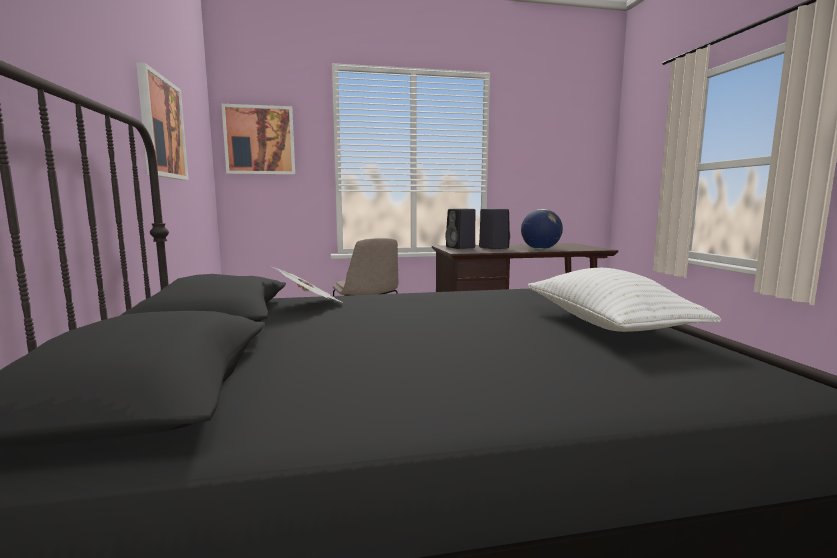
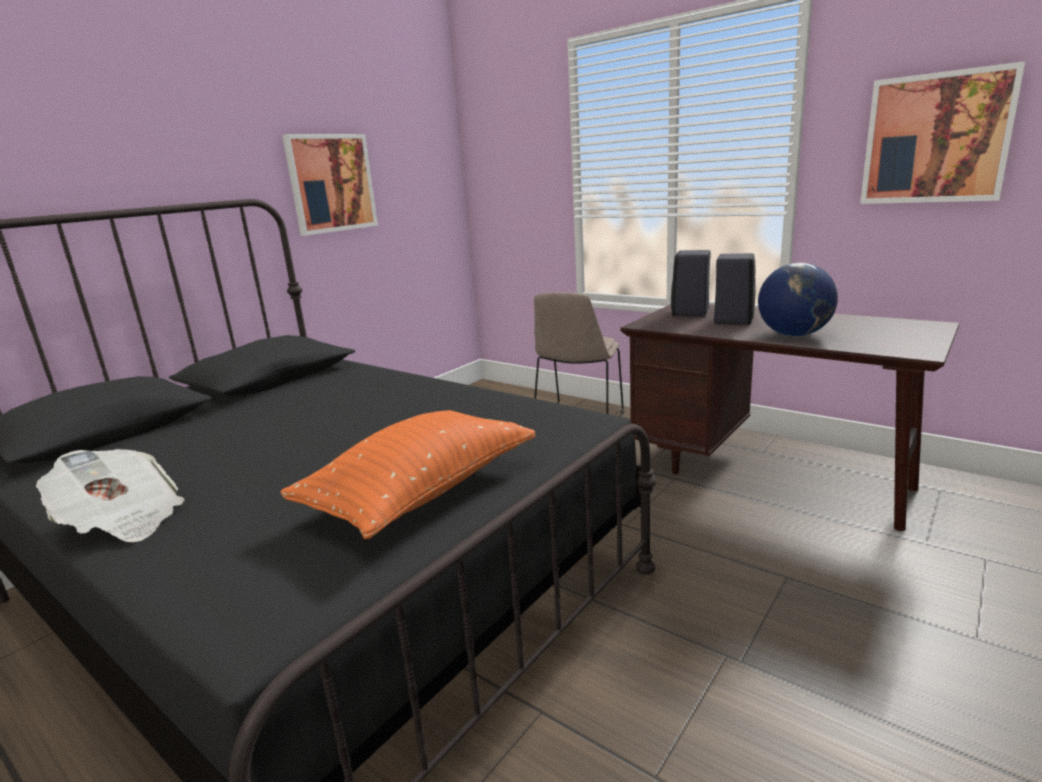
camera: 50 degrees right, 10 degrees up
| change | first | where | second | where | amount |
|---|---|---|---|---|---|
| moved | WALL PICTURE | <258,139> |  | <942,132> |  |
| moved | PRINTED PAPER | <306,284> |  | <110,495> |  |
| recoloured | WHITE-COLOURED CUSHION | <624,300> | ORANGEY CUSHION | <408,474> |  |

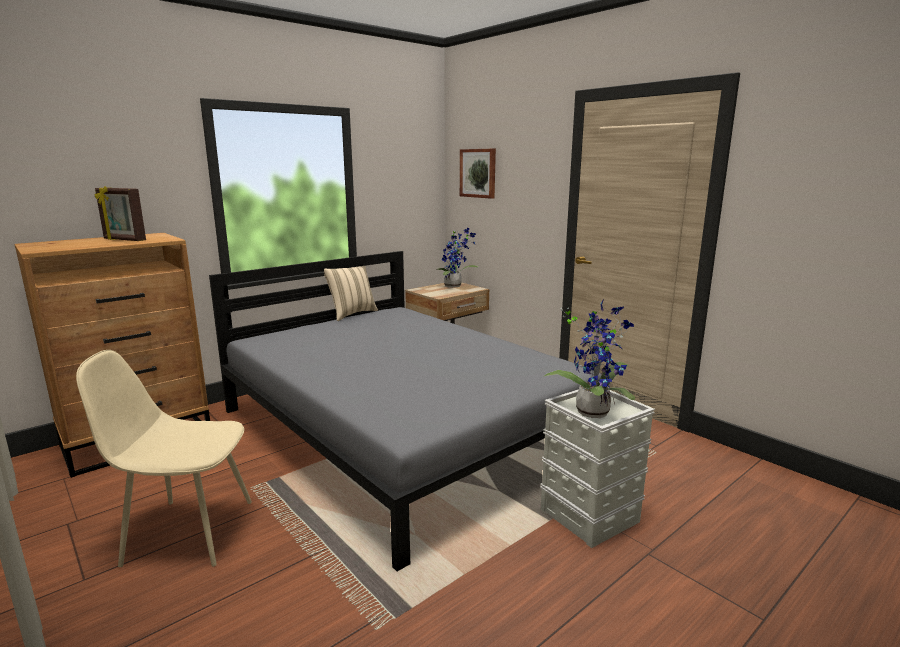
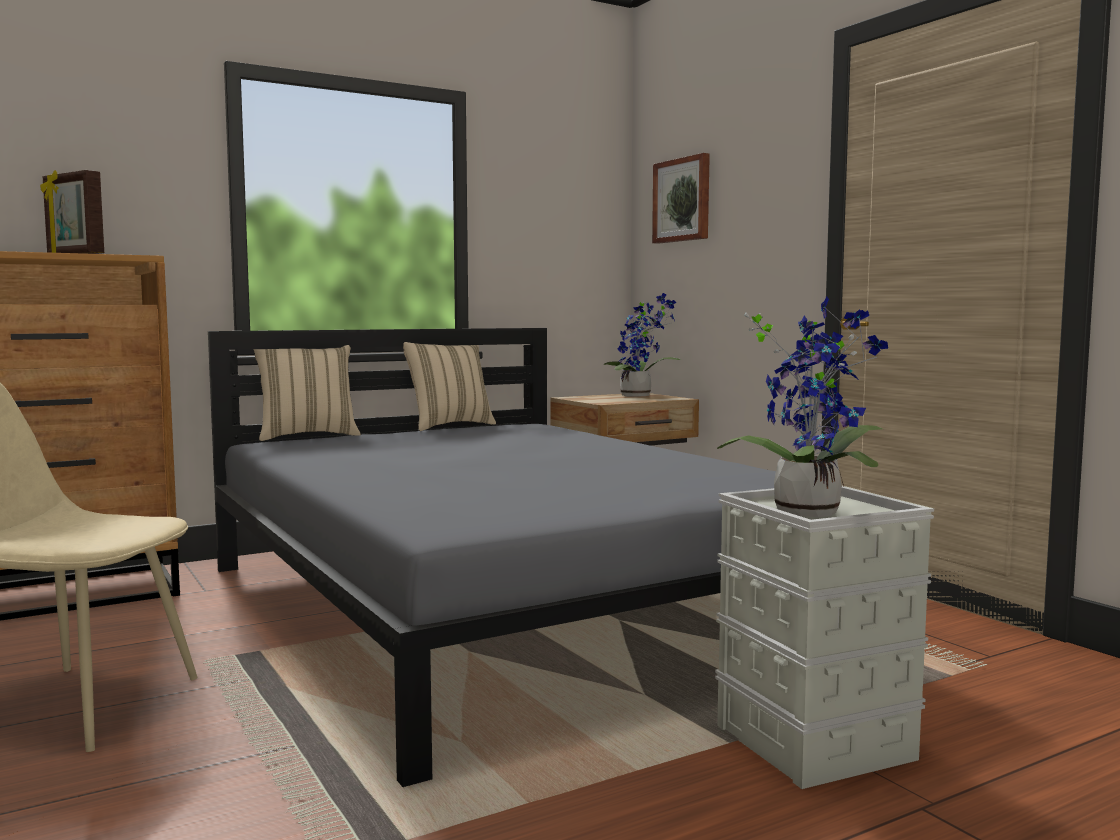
camera: 10 degrees right, 10 degrees down
| change | first | where | second | where | amount |
|---|---|---|---|---|---|
| added |  |  | SAND-COLOURED CUSHION | <307,393> |  |

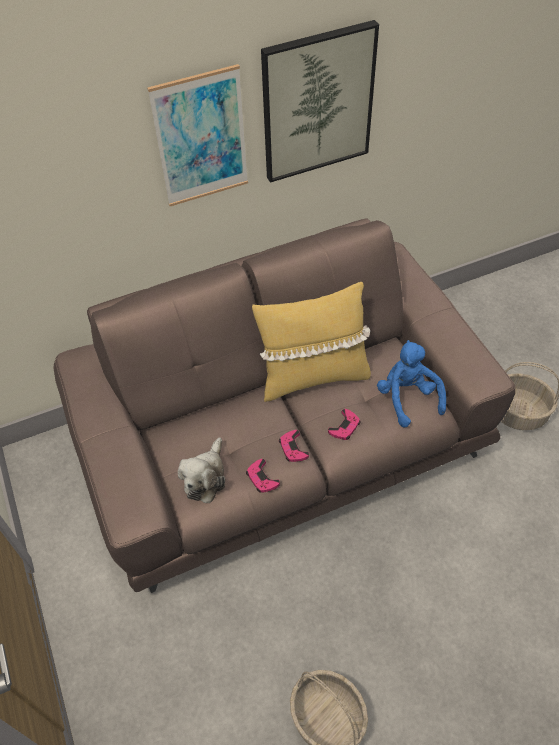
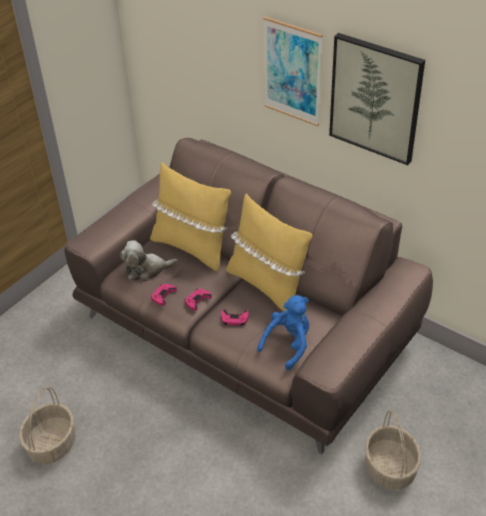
camera: 60 degrees right, 10 degrees down
| change | first | where | second | where | amount |
|---|---|---|---|---|---|
| added |  |  | YELLOWISH CUSHION | <190,217> |  |

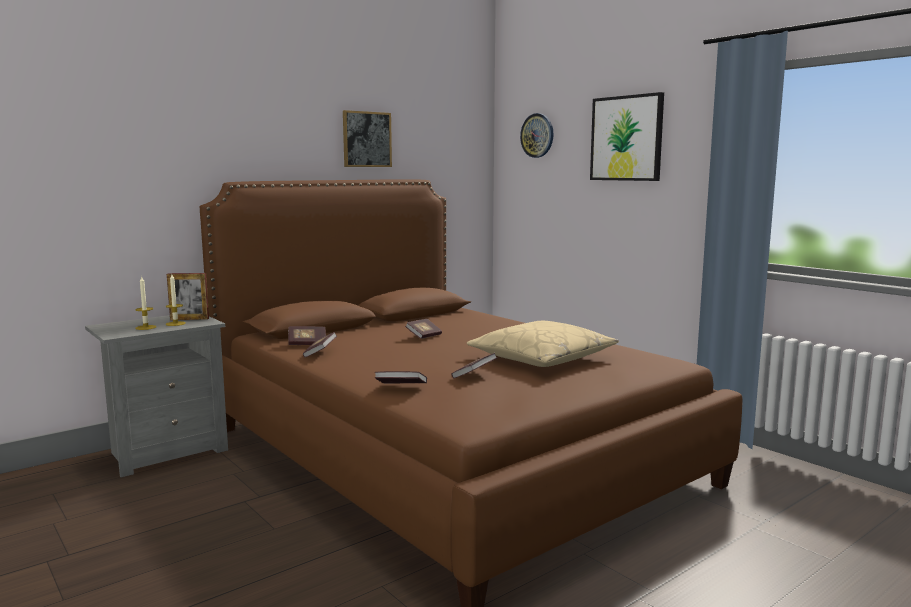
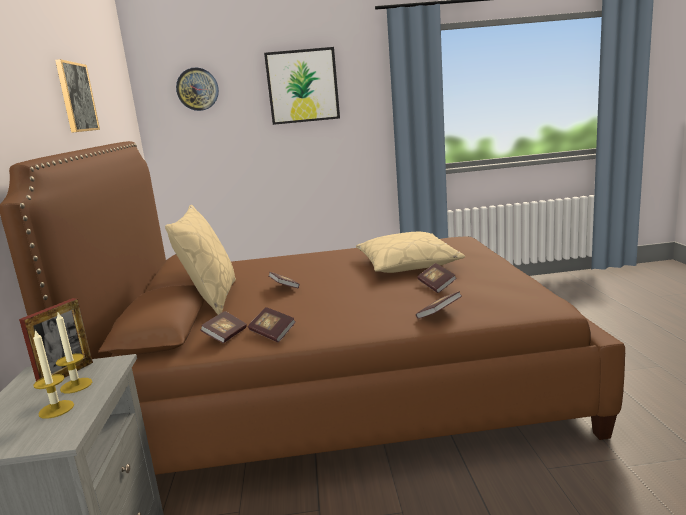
camera: 55 degrees left, 5 degrees up
| change | first | where | second | where | amount |
|---|---|---|---|---|---|
| added |  |  | SAND-COLOURED CUSHION | <200,260> |  |

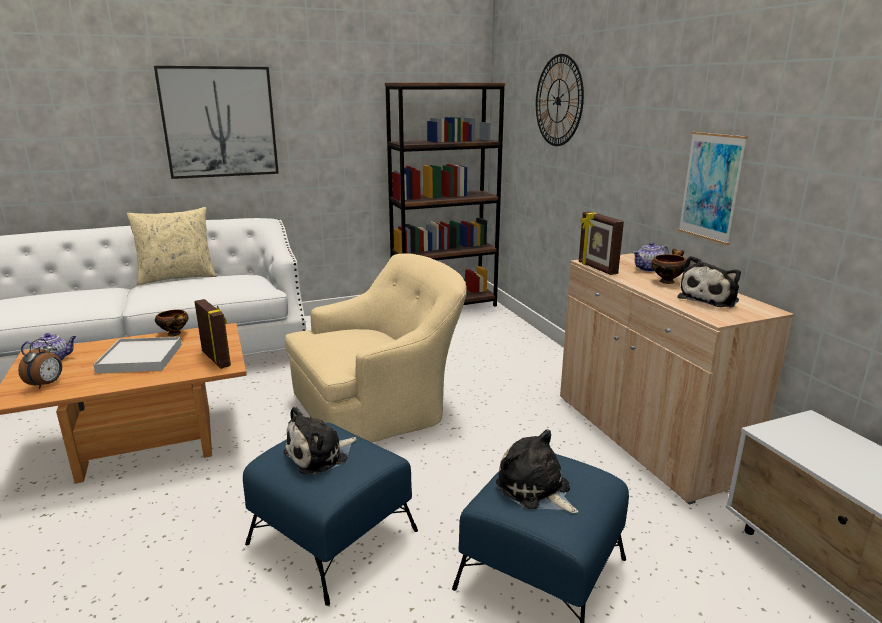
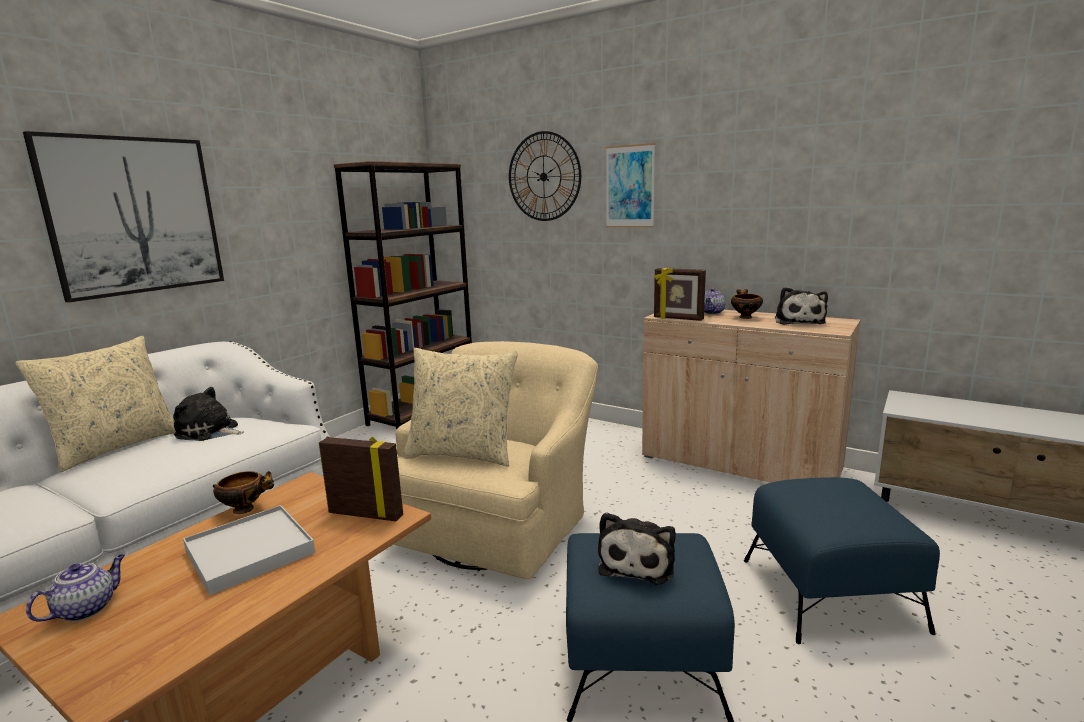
camera: 35 degrees left, 5 degrees down
| change | first | where | second | where | amount |
|---|---|---|---|---|---|
| removed | TABLE CLOCK | <40,364> |  |  |  |
| added |  |  | SAND-COLOURED CUSHION | <460,407> |  |
| moved | PLUSH TOY | <537,471> |  | <208,414> |  |
| moved | WALL PICTURE | <713,188> |  | <630,185> |  |

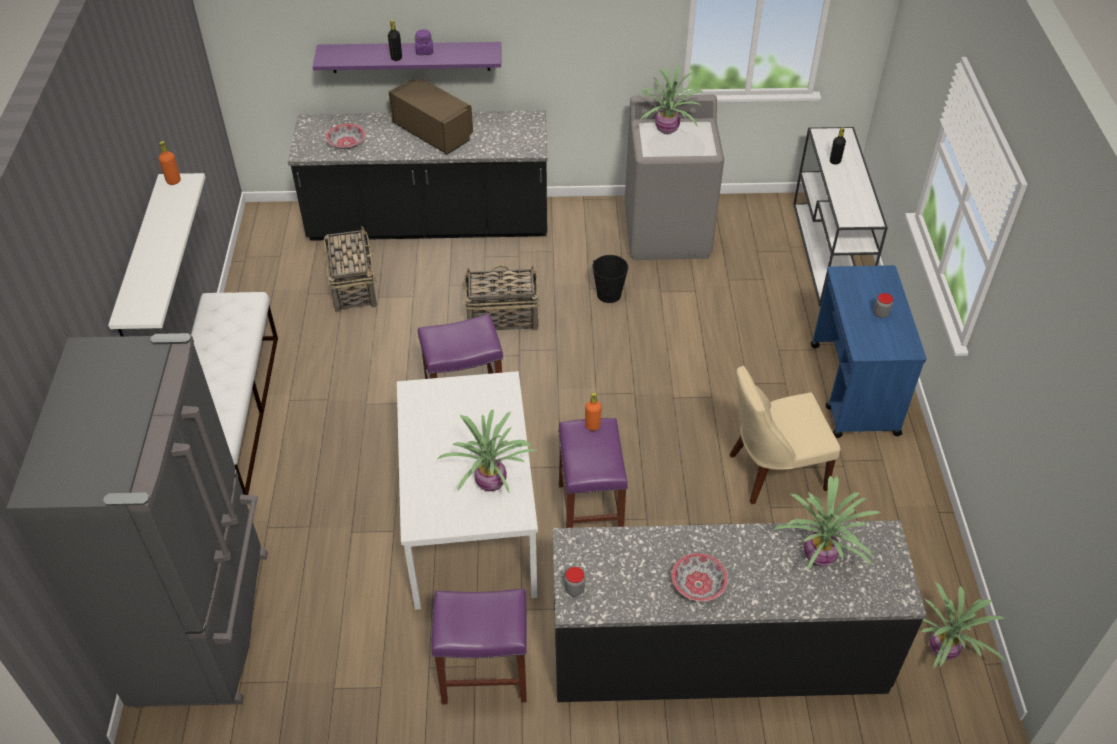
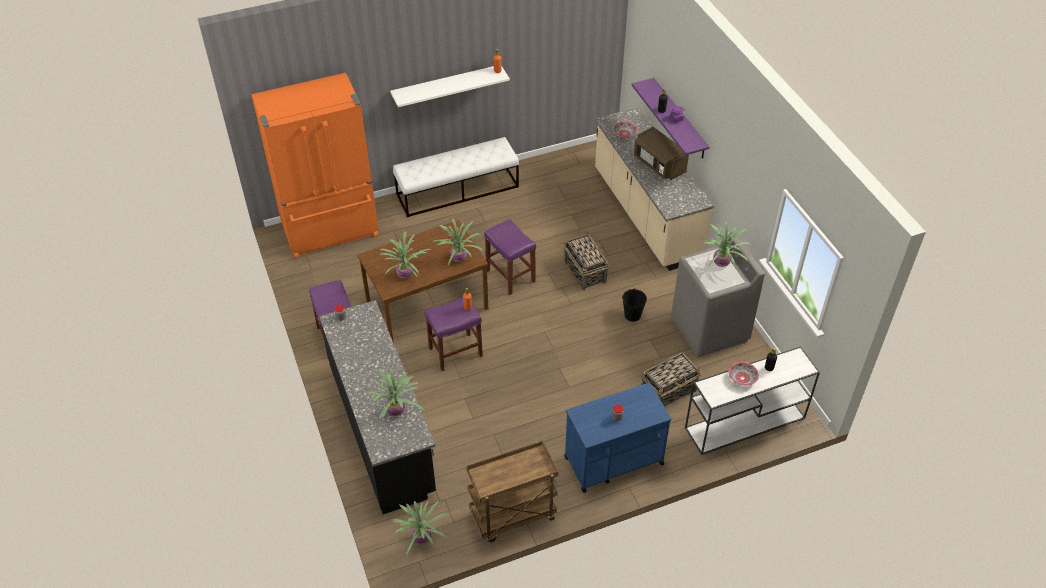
camera: 70 degrees right, 0 degrees up
| change | first | where | second | where | amount |
|---|---|---|---|---|---|
| removed | SAND-COLOURED UPRIGHT CHAIR | <784,435> |  |  |  |
| added |  |  | PLANT IN A POT | <457,242> |  |
| added |  |  | BROWNISH WHEELED CART | <512,491> |  |
| moved | BASKET | <350,269> |  | <671,379> |  |
| moved | BOWL | <700,577> |  | <743,374> |  |
| recoloured | GRAY REFRIGERATOR | <137,520> | ORANGEY REFRIGERATOR | <315,166> |  |
| recoloured | BLACK KITCHEN BASE UNIT | <417,176> | SAND-COLOURED KITCHEN BASE UNIT | <654,189> |  |
| recoloured | WHITE-COLOURED DINNER TABLE | <467,490> | BROWNISH DINNER TABLE | <422,281> |  |
| turned | BROWNISH MICROWAVE | <431,116> |  | <661,153> | 120 degrees clockwise |

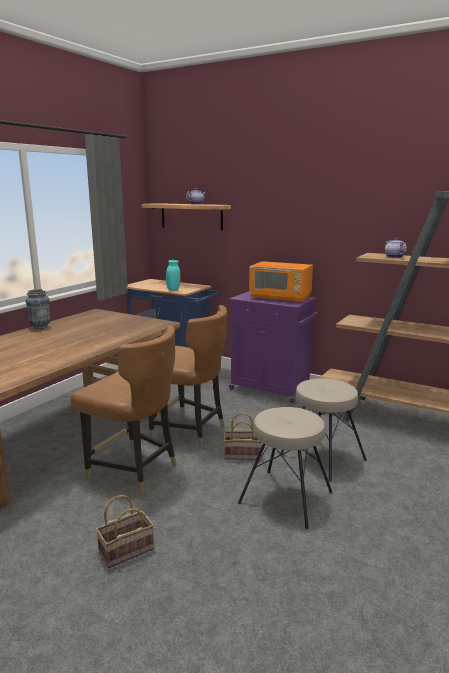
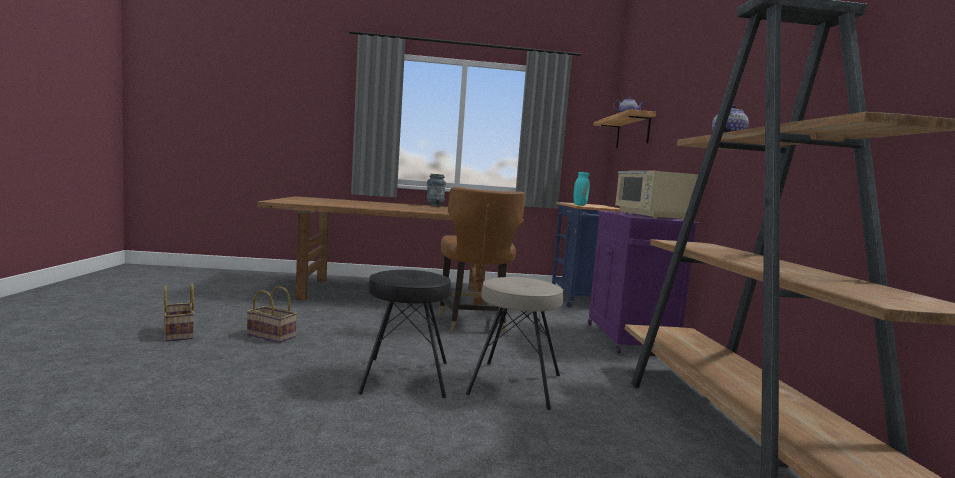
camera: 55 degrees right, 10 degrees down
| change | first | where | second | where | amount |
|---|---|---|---|---|---|
| removed | BROWNISH UPRIGHT CHAIR | <123,410> |  |  |  |
| moved | BASKET | <242,436> |  | <178,313> |  |
| recoloured | SAND-COLOURED SITTING STOOL | <285,468> | BLACK SITTING STOOL | <404,334> |  |
| recoloured | ORANGEY MICROWAVE | <281,282> | SAND-COLOURED MICROWAVE | <657,195> |  |

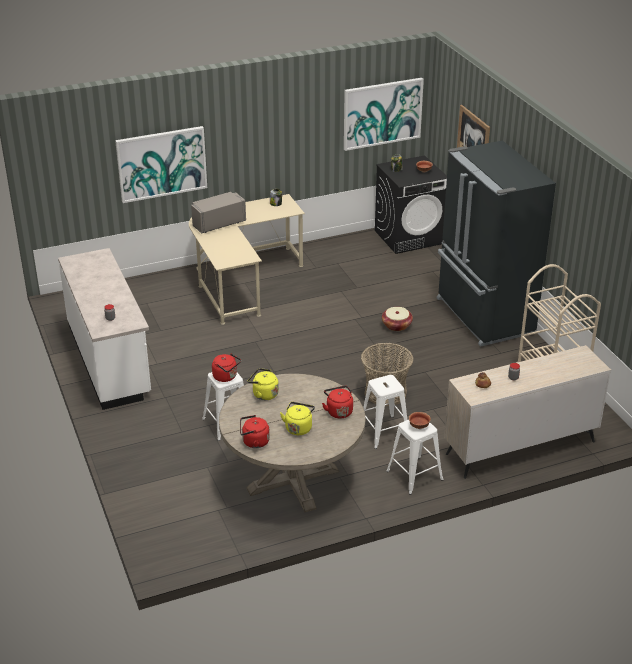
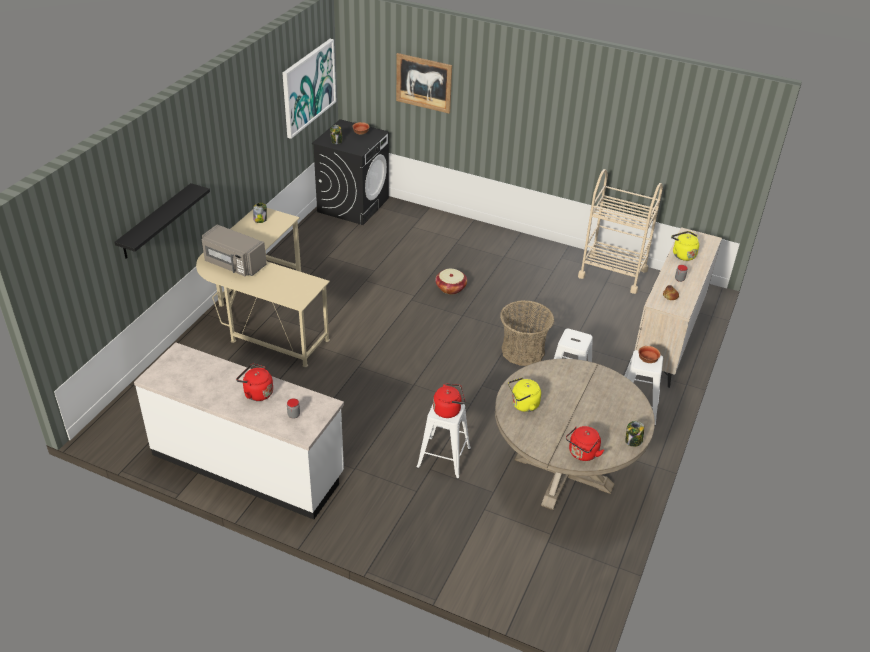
camera: 45 degrees left, 5 degrees up
| change | first | where | second | where | amount |
|---|---|---|---|---|---|
| removed | BLACK REFRIGERATOR | <496,244> |  |  |  |
| added |  |  | STORAGE JAR | <634,434> |  |
| moved | YELLOWISH TEA KETTLE | <297,418> |  | <685,246> |  |
| moved | RED-COLOURED TEA KETTLE | <337,402> |  | <254,382> |  |
| replaced | WALL PICTURE | <161,164> | BLACK SHELF | <162,221> |  |
| turned | GRAY MICROWAVE | <218,213> |  | <234,250> | 75 degrees counterclockwise |

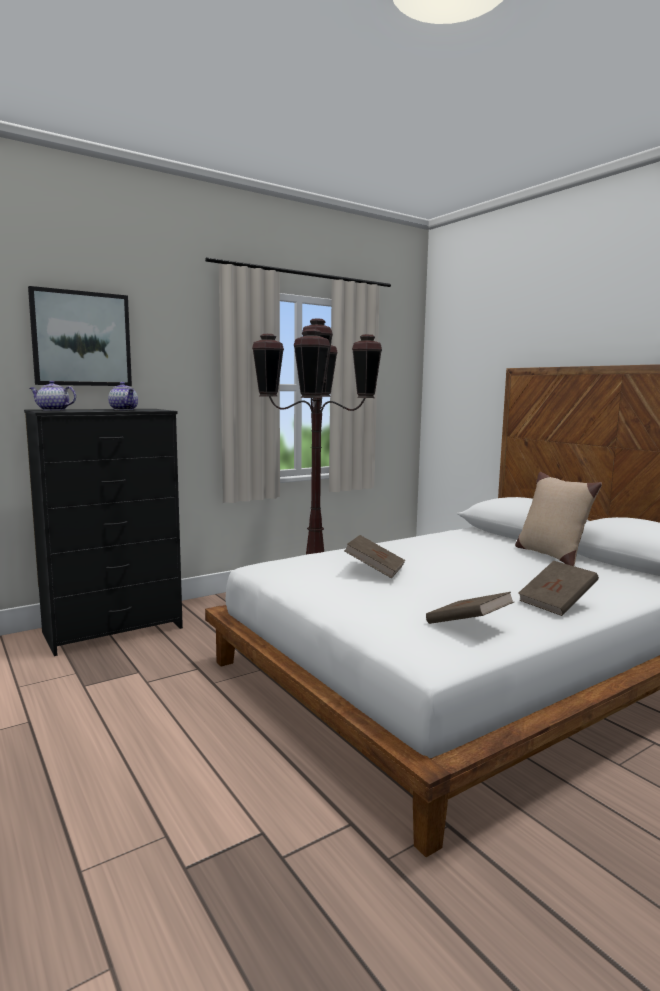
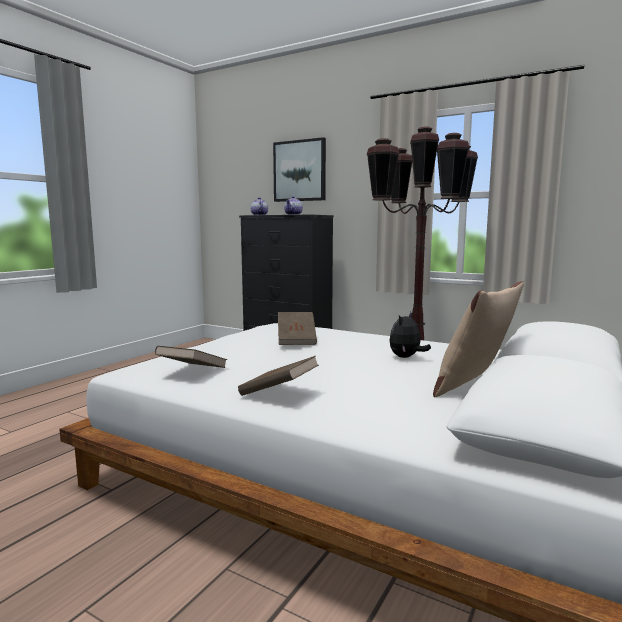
camera: 65 degrees right, 0 degrees up
| change | first | where | second | where | amount |
|---|---|---|---|---|---|
| added |  |  | PLUSH TOY | <410,335> |  |

